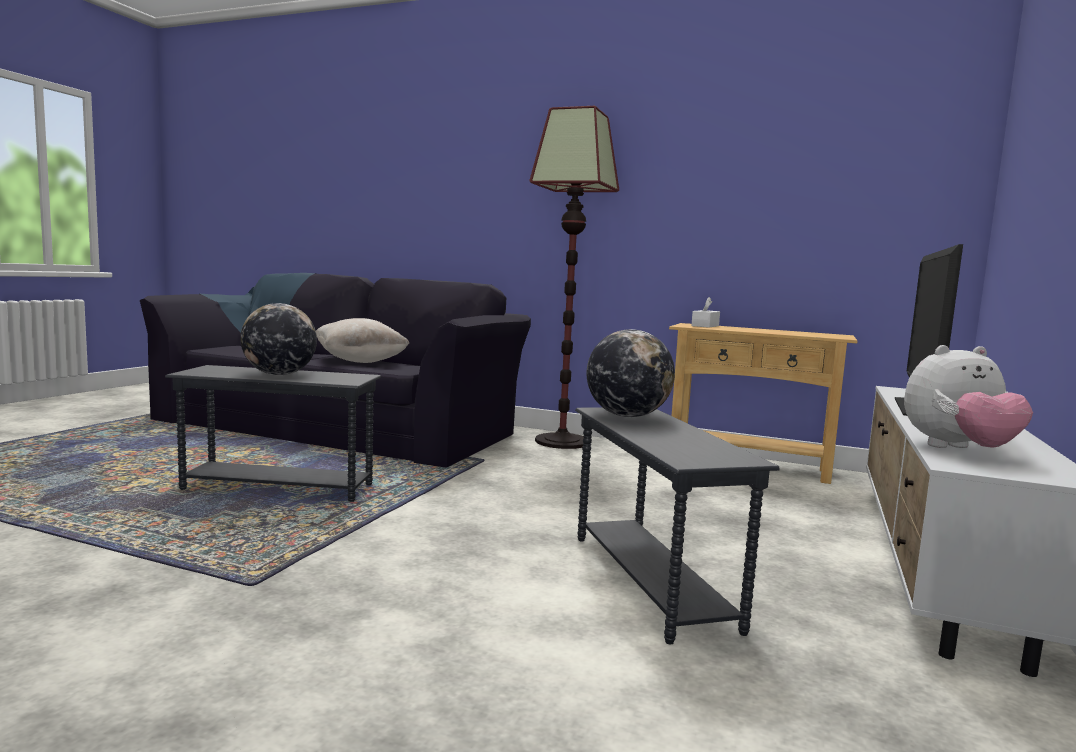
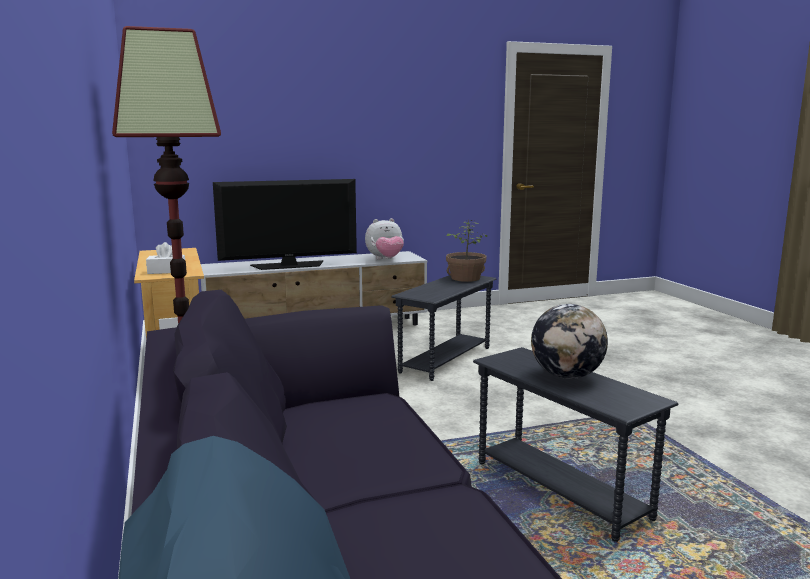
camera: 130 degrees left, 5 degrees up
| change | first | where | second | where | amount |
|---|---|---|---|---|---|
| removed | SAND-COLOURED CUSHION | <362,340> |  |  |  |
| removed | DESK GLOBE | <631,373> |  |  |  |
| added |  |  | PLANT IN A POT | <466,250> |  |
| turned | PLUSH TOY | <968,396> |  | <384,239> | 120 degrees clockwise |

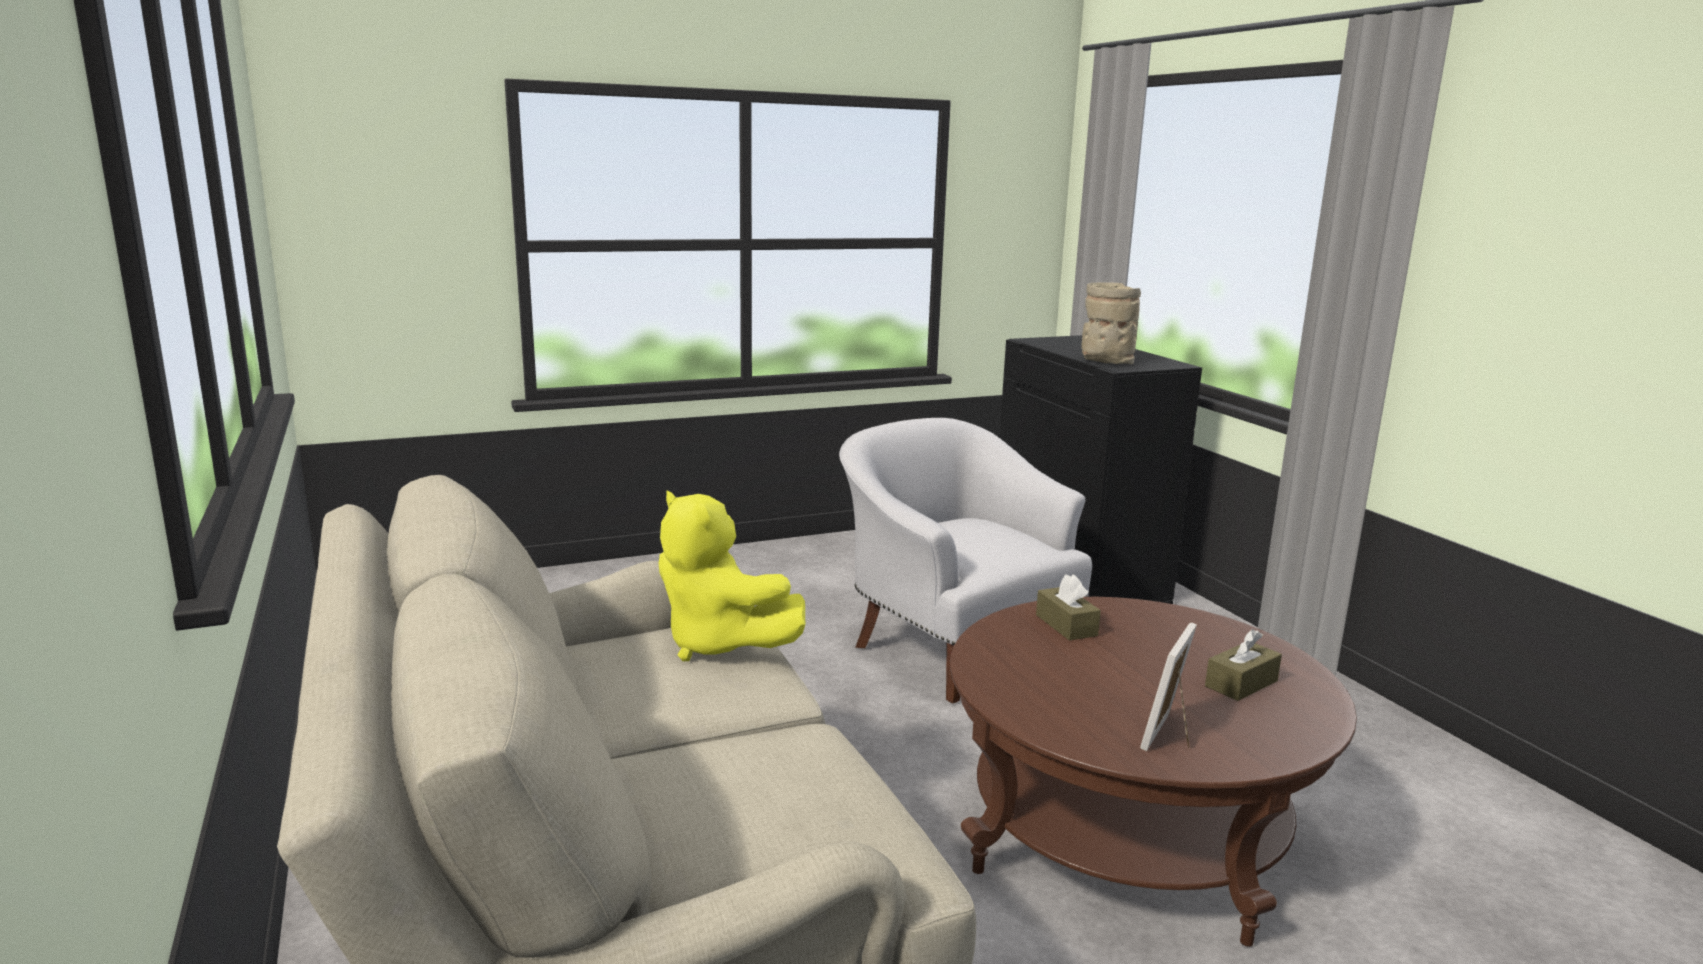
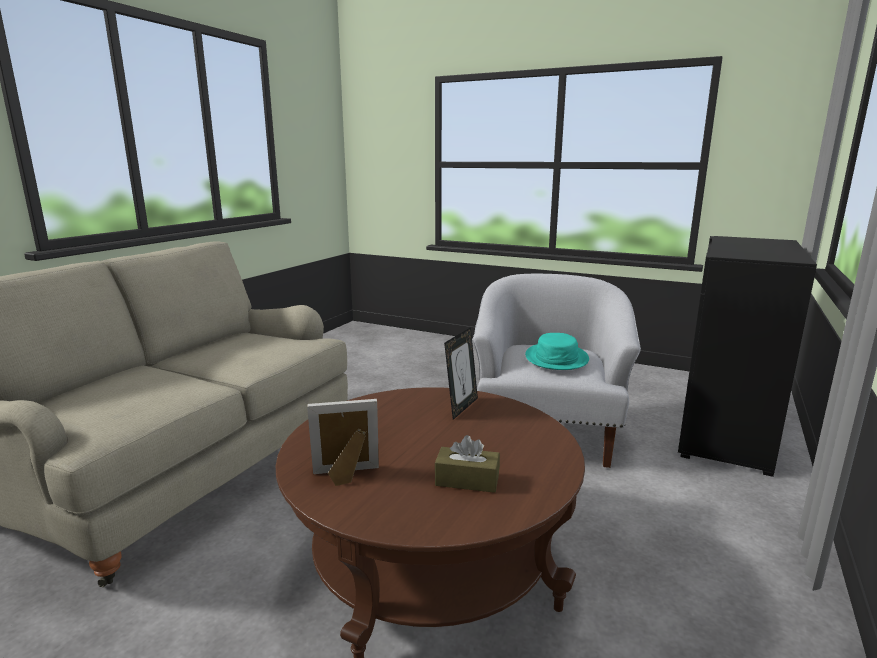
camera: 50 degrees right, 0 degrees up
| change | first | where | second | where | amount |
|---|---|---|---|---|---|
| removed | YELLOWISH PLUSH TOY | <731,576> |  |  |  |
| removed | SAND-COLOURED DECORATIVE VASE | <1111,323> |  |  |  |
| added |  |  | BLUE-GREEN CLOTHING HAT | <557,351> |  |
| replaced | BROWNISH TISSUE HOLDER | <1068,607> | STANDING FRAME | <461,373> |  |

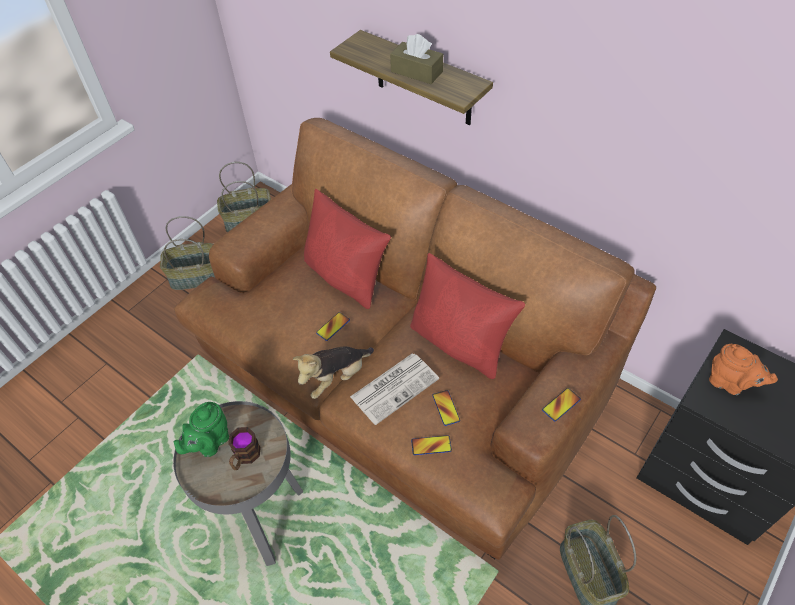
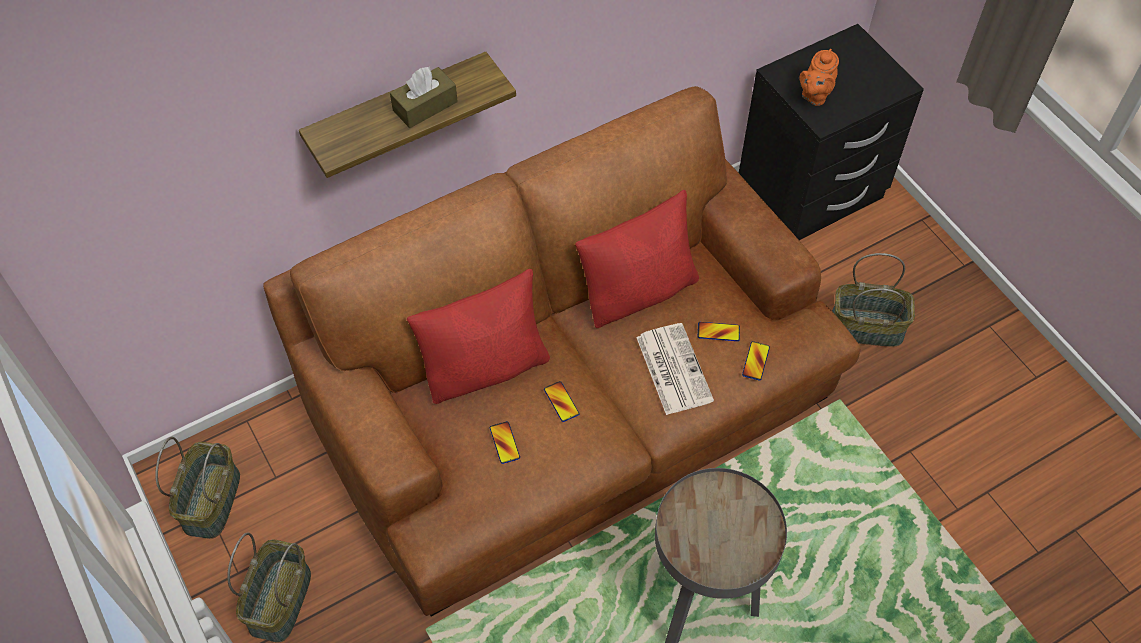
camera: 70 degrees left, 5 degrees up
| change | first | where | second | where | amount |
|---|---|---|---|---|---|
| removed | GREEN-COLOURED POT FOR TEA | <201,429> |  |  |  |
| removed | TEA MUG | <244,448> |  |  |  |
| removed | PLUSH TOY | <333,372> |  |  |  |
| moved | HANDSET | <561,404> |  | <505,442> |  |
| turned | ORANGEY POT FOR TEA | <743,369> |  | <819,77> | 150 degrees clockwise |

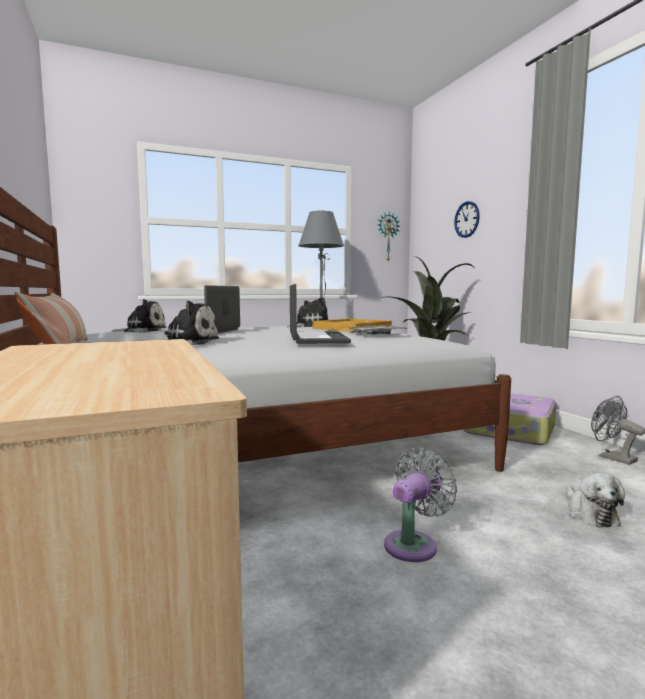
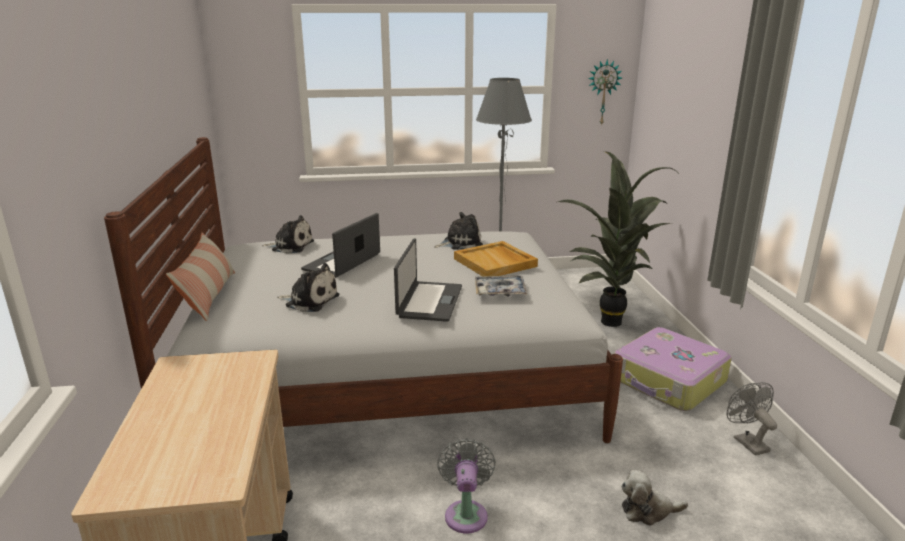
camera: 15 degrees right, 15 degrees up
| change | first | where | second | where | amount |
|---|---|---|---|---|---|
| removed | CLOCK ON THE WALL | <467,219> |  |  |  |
| turned | GRAY COOLING FAN | <420,504> |  | <466,485> | 60 degrees counterclockwise |
| turned | PLUSH TOY | <595,500> |  | <654,498> | 75 degrees clockwise |

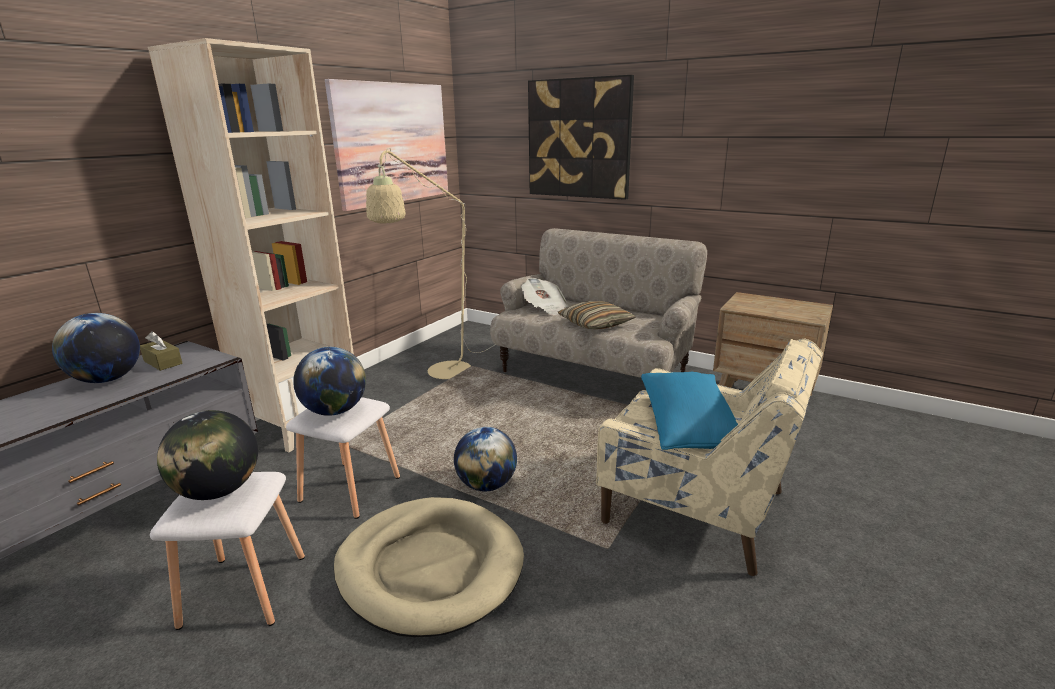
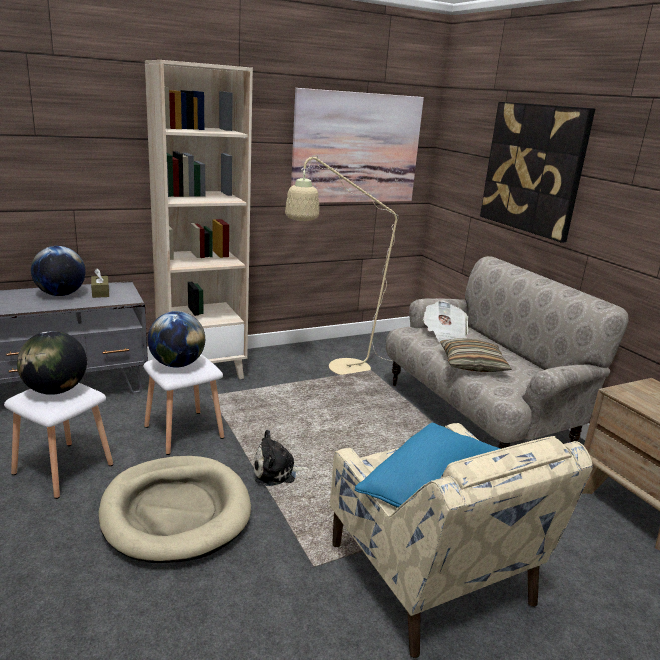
camera: 30 degrees right, 0 degrees up
| change | first | where | second | where | amount |
|---|---|---|---|---|---|
| replaced | DESK GLOBE | <485,459> | PLUSH TOY | <281,458> |  |

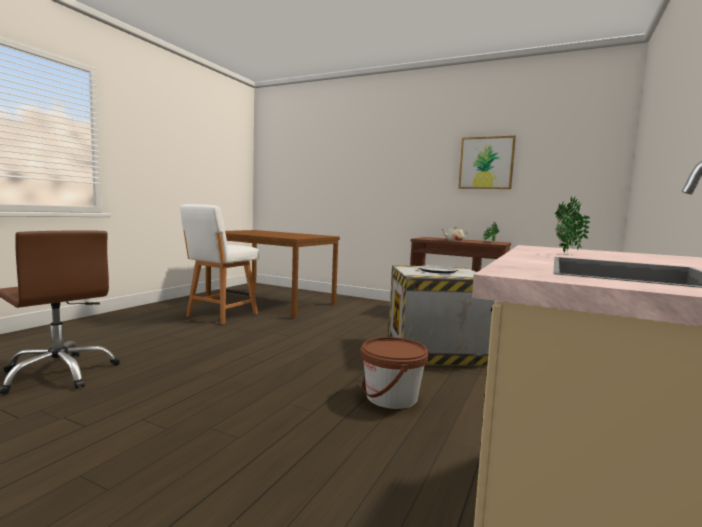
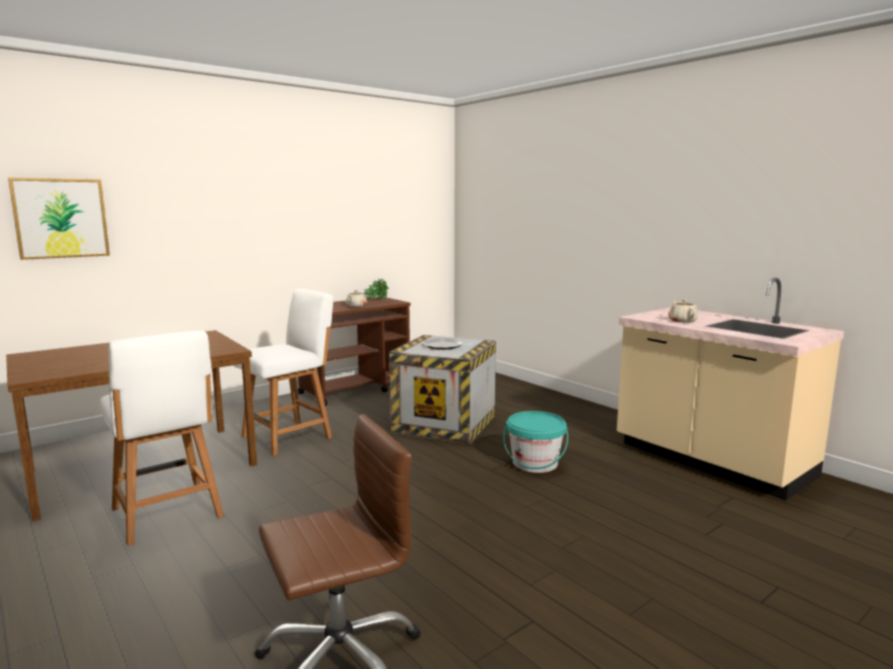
camera: 65 degrees left, 5 degrees up
| change | first | where | second | where | amount |
|---|---|---|---|---|---|
| added |  |  | WHITE-COLOURED UPRIGHT CHAIR | <283,372> |  |
| moved | WALL PICTURE | <487,162> |  | <59,219> |  |
| replaced | PLANT IN A POT | <572,224> | SAND-COLOURED POT FOR TEA | <683,311> |  |
| recoloured | BROWNISH BUCKET | <394,373> | BLUE-GREEN BUCKET | <535,442> |  |

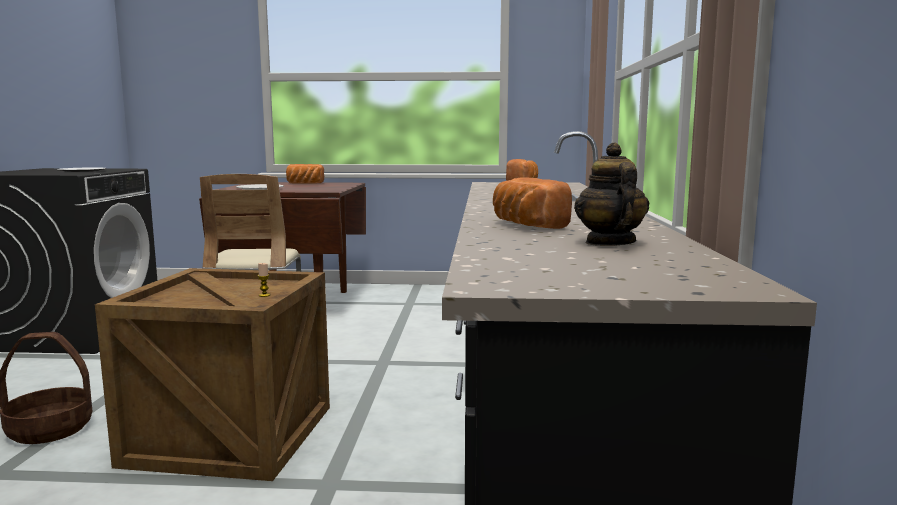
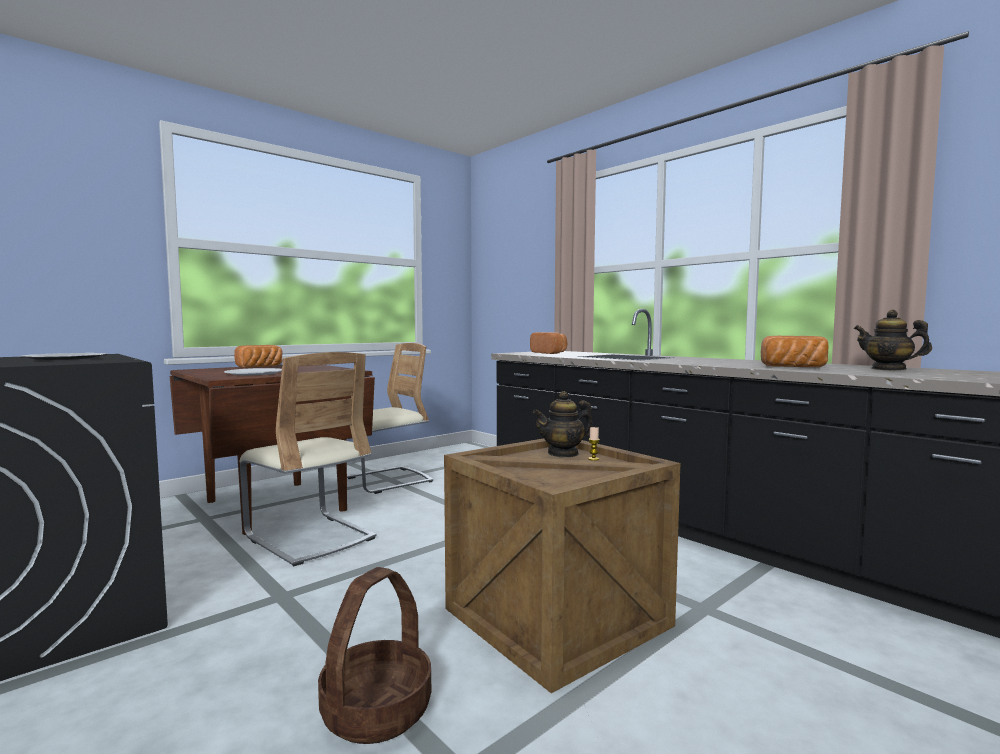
camera: 45 degrees left, 5 degrees down
| change | first | where | second | where | amount |
|---|---|---|---|---|---|
| added |  |  | SAND-COLOURED UPRIGHT CHAIR | <390,418> |  |
| added |  |  | POT FOR TEA | <563,424> |  |

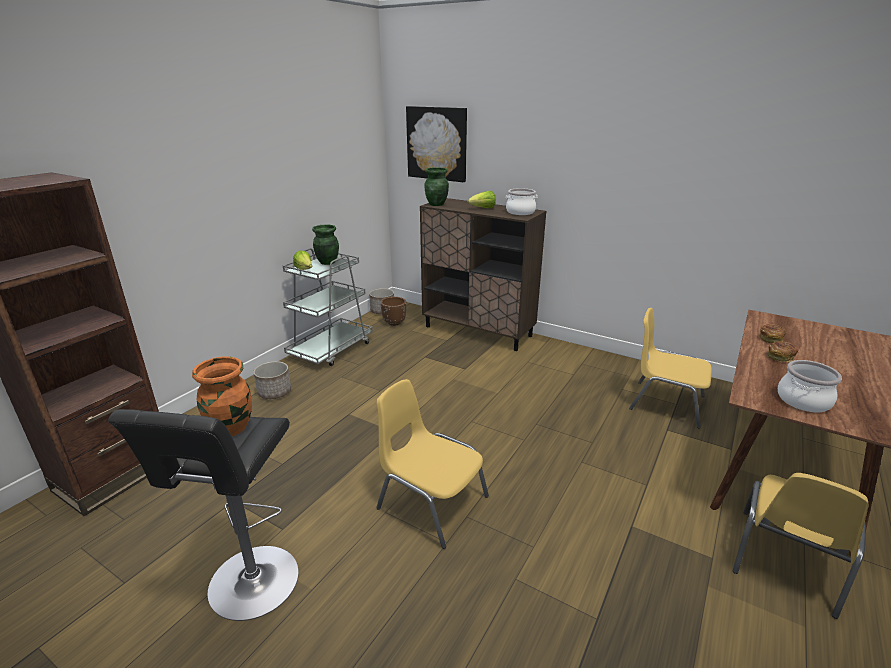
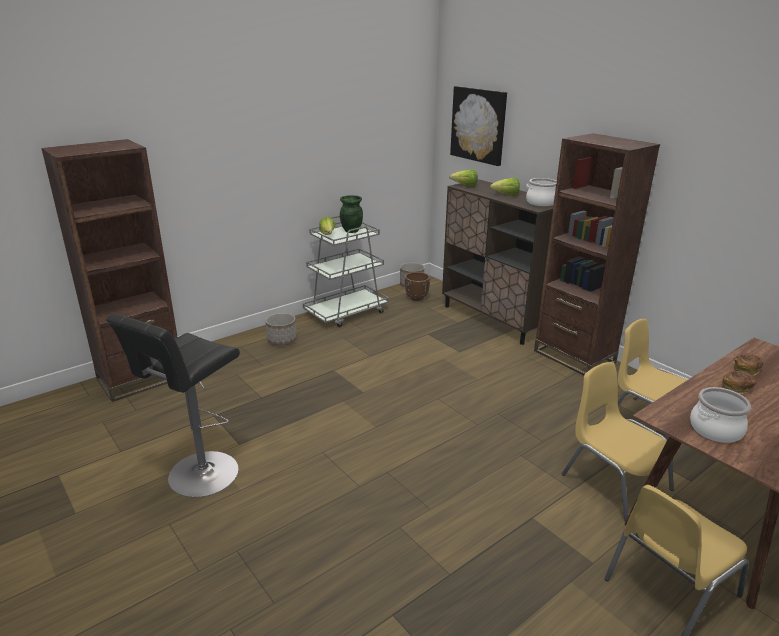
camera: 20 degrees right, 0 degrees up
| change | first | where | second | where | amount |
|---|---|---|---|---|---|
| removed | ORANGEY DECORATIVE VASE | <222,396> |  |  |  |
| added |  |  | BROWNISH BOOKCASE | <597,254> |  |
| moved | YELLOWISH UPRIGHT CHAIR | <432,464> |  | <618,442> |  |
| replaced | GREEN-COLOURED DECORATIVE VASE | <437,186> | LETTUCE HEAD | <463,178> |  |

